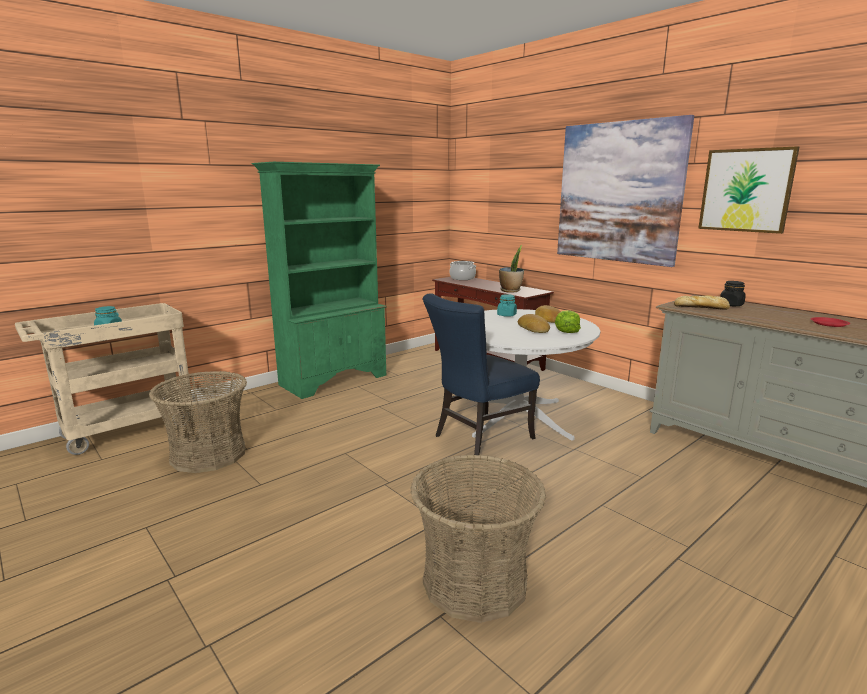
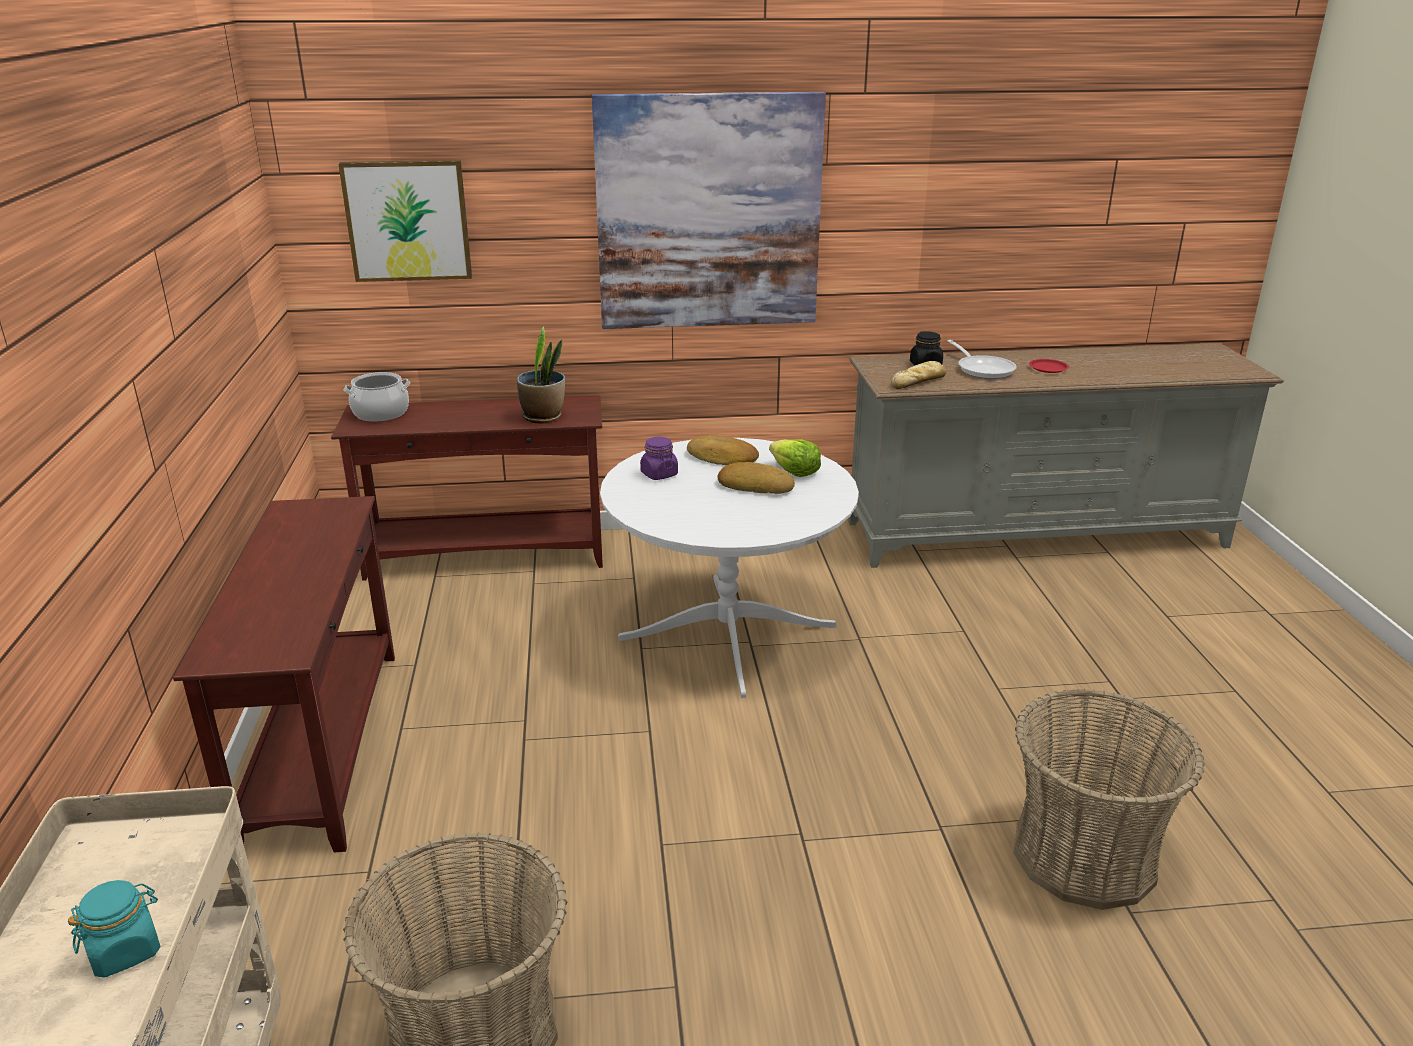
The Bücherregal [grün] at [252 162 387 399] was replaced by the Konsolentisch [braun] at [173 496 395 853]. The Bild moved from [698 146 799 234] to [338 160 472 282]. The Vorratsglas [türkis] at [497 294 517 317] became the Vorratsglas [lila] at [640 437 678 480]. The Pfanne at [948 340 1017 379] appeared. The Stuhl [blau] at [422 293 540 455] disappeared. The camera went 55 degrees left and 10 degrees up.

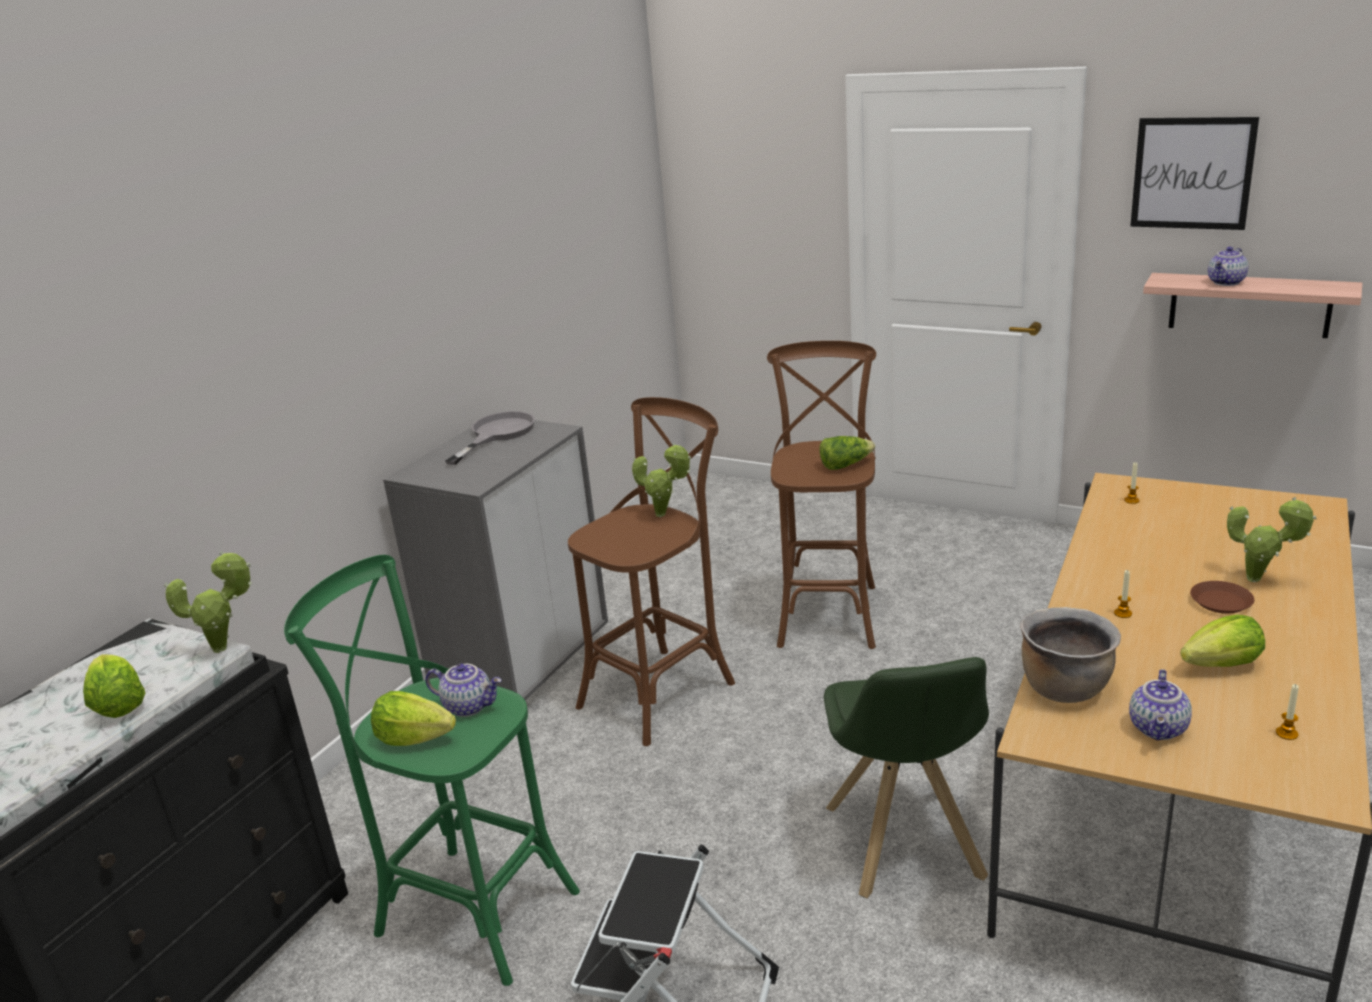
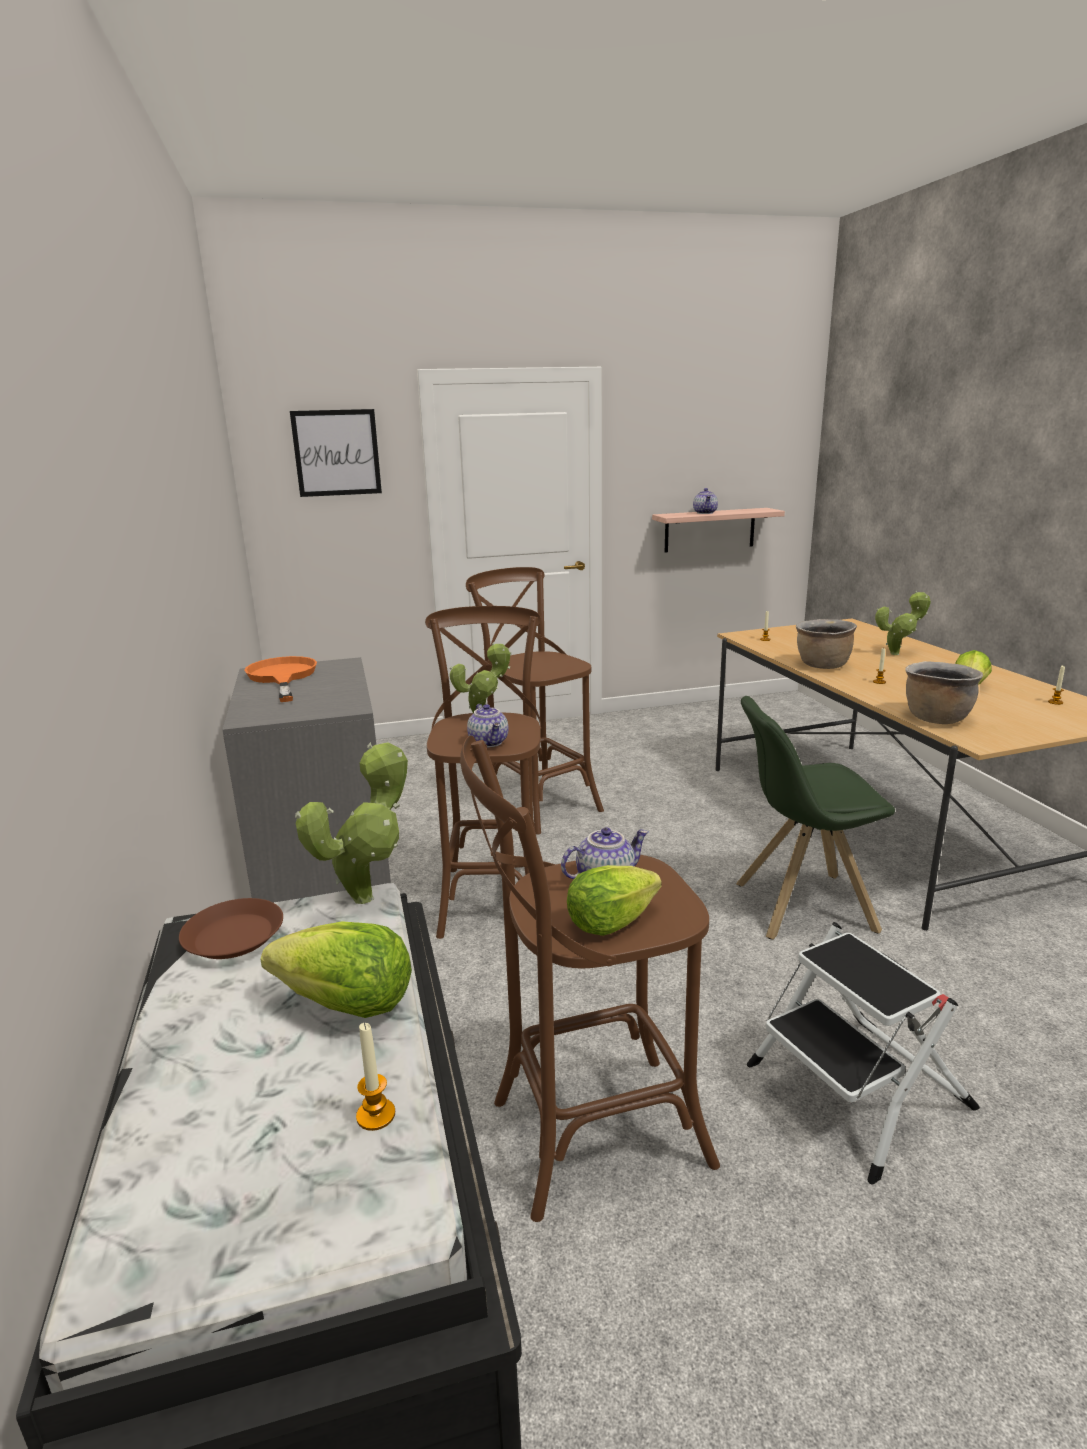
The Teller [braun] moved from [1190 581 1254 614] to [179 898 283 959]. The Pfanne [grau] at [445 411 535 465] became the Pfanne [orange] at [245 656 317 702]. The Bild moved from [1130 117 1259 230] to [290 409 382 497]. The Kerze at [356 1023 395 1131] appeared. The Hocker [grün] at [284 555 580 986] became the Hocker [braun] at [460 736 720 1222]. The Teekanne moved from [1129 669 1192 740] to [467 704 509 748]. The Stuhl [grün] at [824 657 989 898] turned 135 degrees clockwise. The Kochtopf [braun] at [796 619 857 669] appeared. The Salatkopf at [819 436 875 470] disappeared. The camera went 45 degrees left and 5 degrees down.

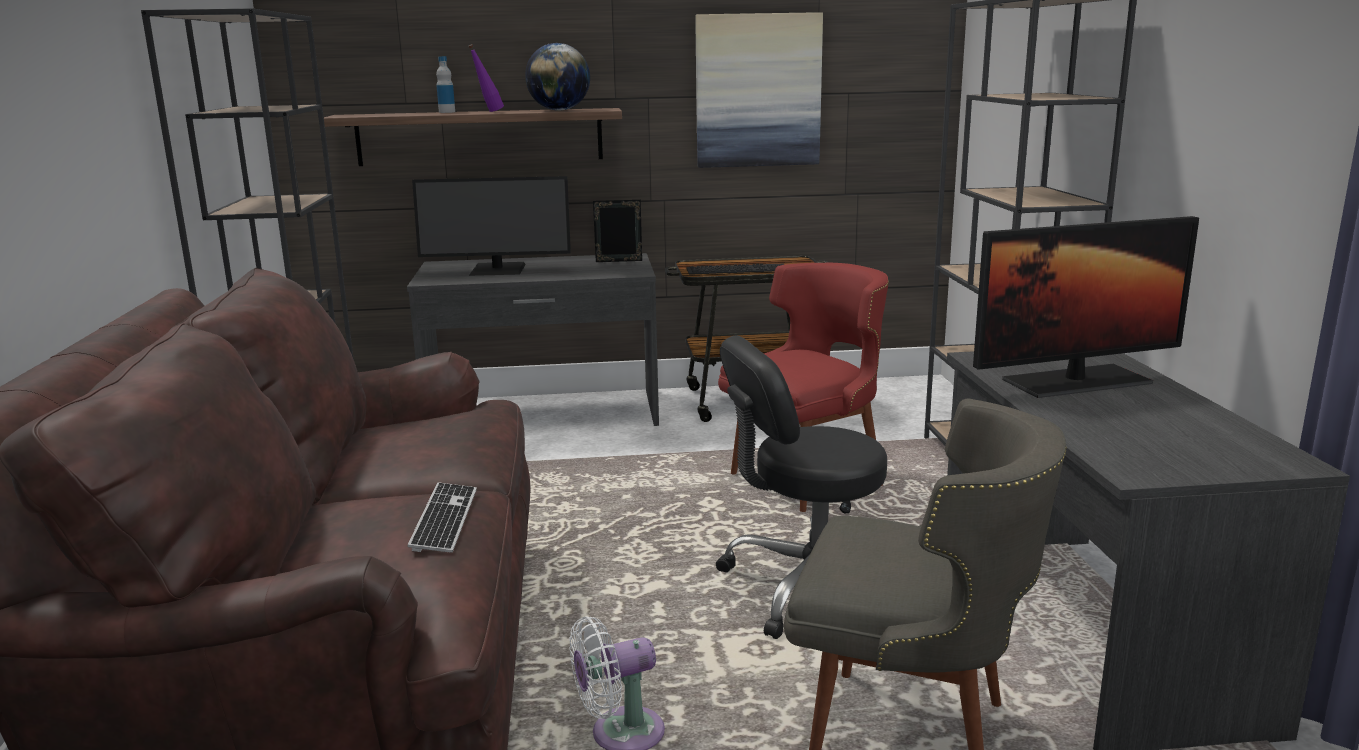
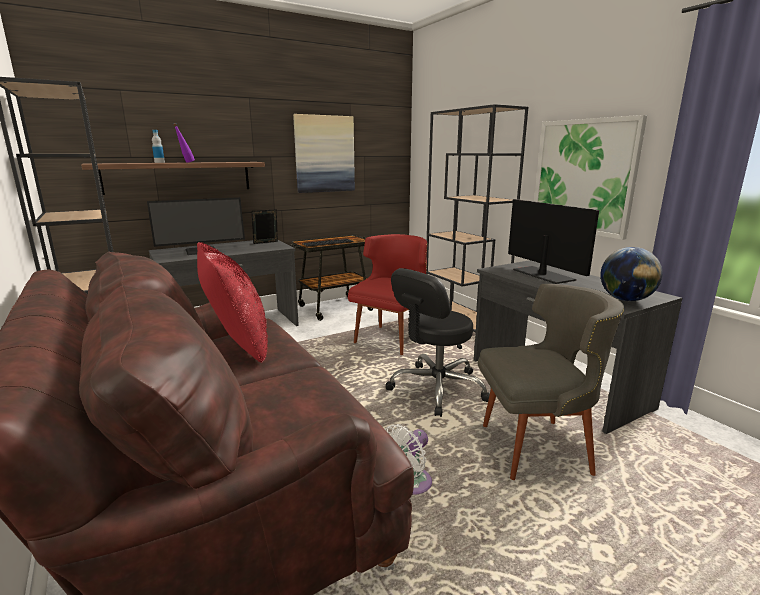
The Kissen [rot] at [197 242 268 363] appeared. The Monitor at [973 216 1199 398] turned 75 degrees counterclockwise. The Bild at [534 115 647 240] appeared. The Globus moved from [525 43 590 111] to [601 247 663 301]. The Tastatur at [408 482 477 553] disappeared. The camera went 25 degrees left and 0 degrees up.

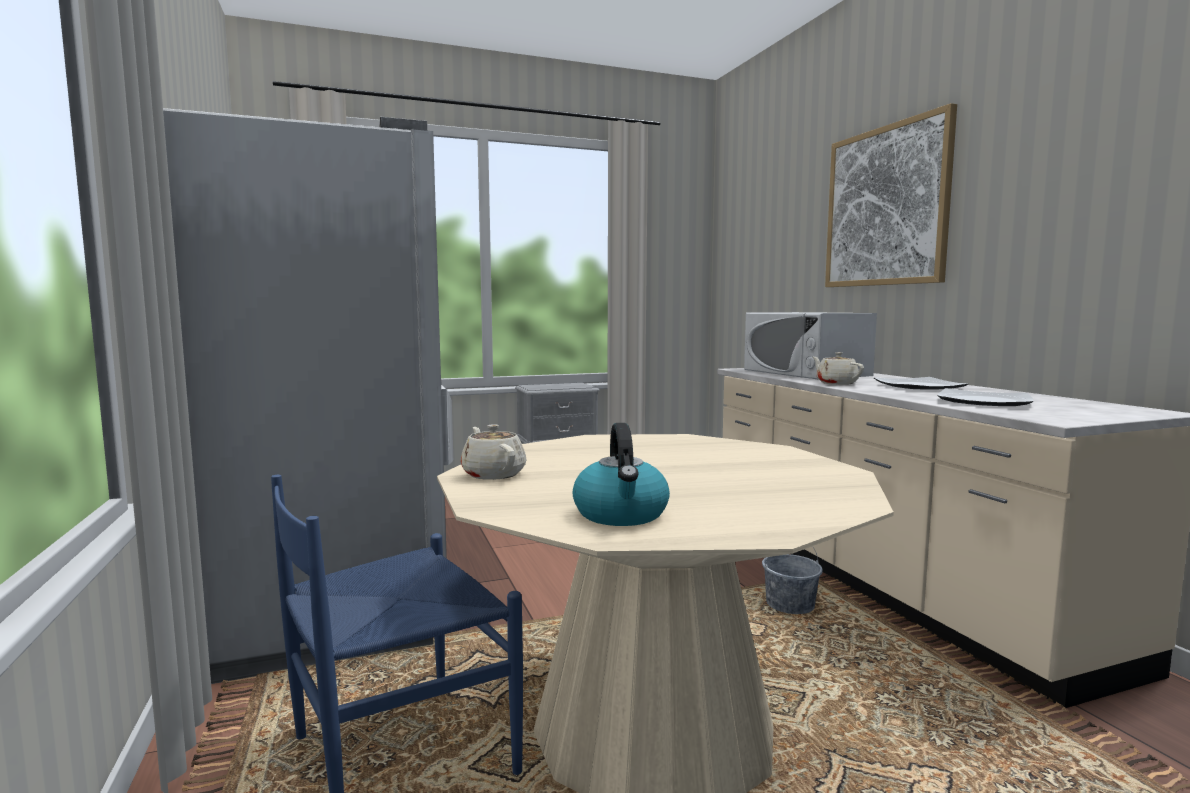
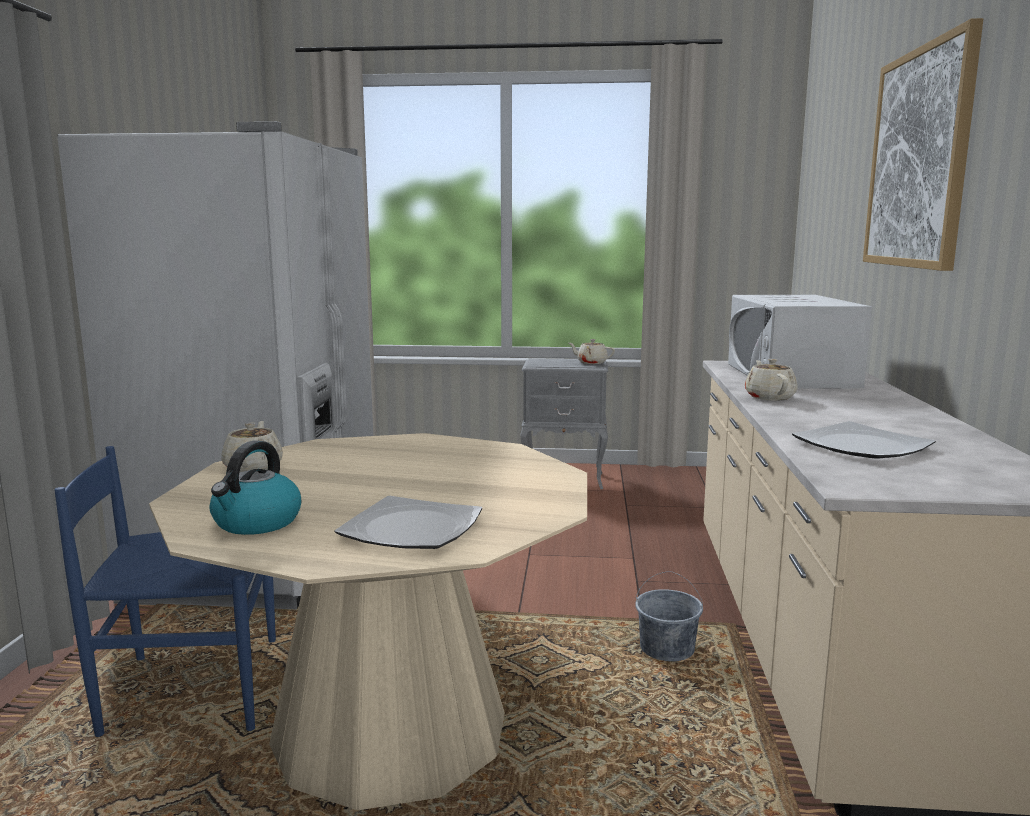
The Teller moved from [874 377 969 390] to [335 496 482 549]. The Teekanne [beige] at [569 339 615 364] appeared. The camera went 25 degrees right and 5 degrees up.

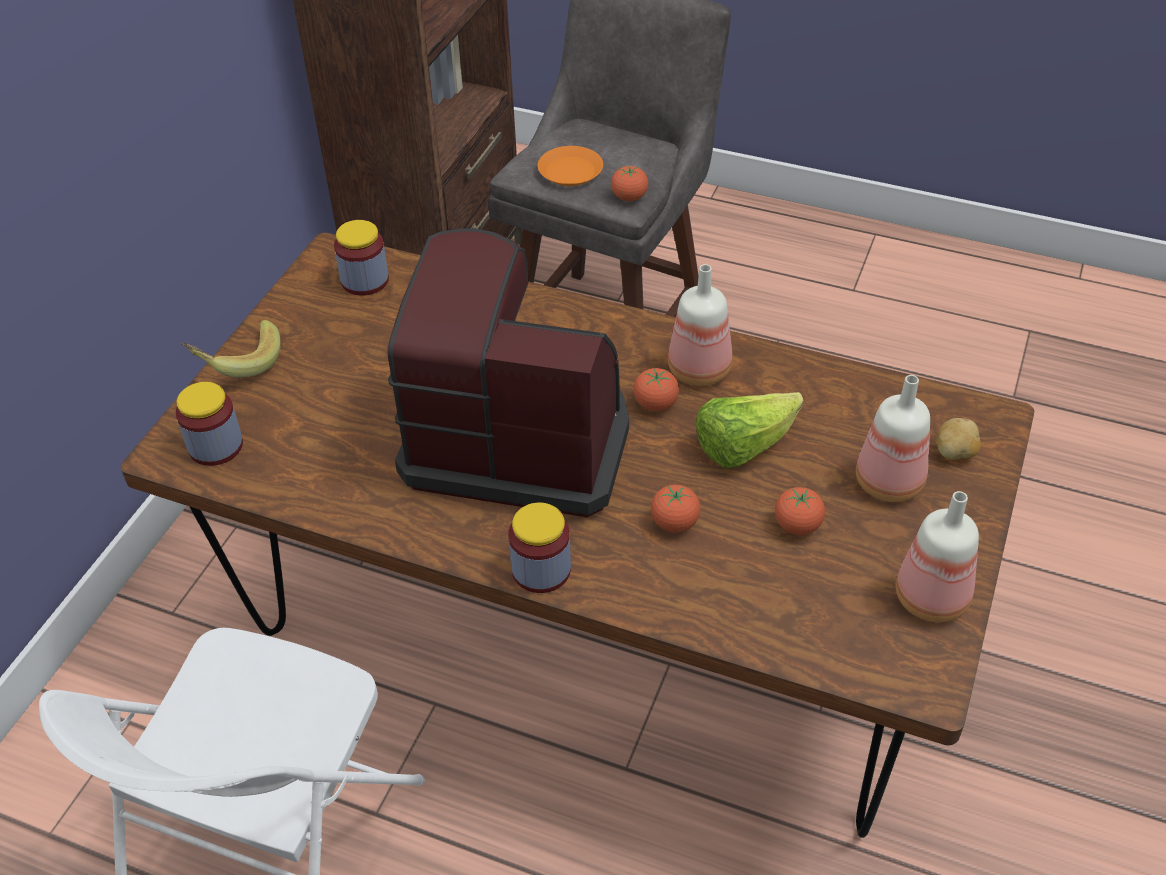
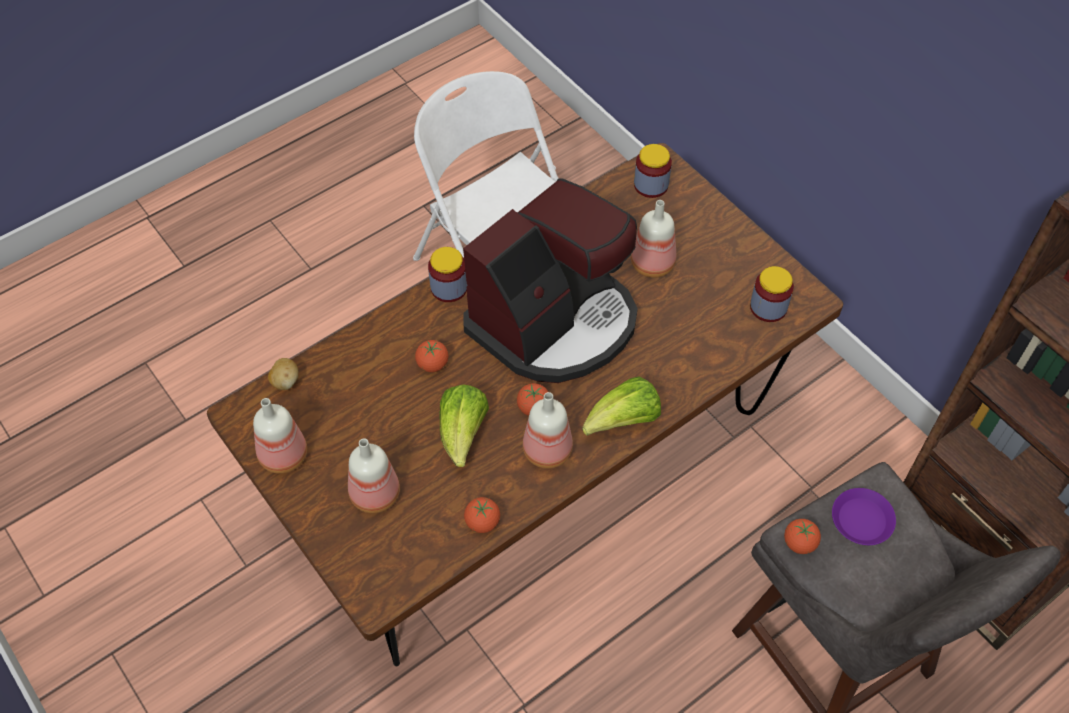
The Kartoffel moved from [936 418 981 460] to [268 358 299 390]. The Tomate moved from [775 487 825 535] to [464 497 500 533]. The Salatkopf at [582 376 661 436] appeared. The Flasche at [631 200 676 278] appeared. The Teller [orange] at [538 146 603 186] became the Teller [lila] at [832 488 896 545]. The Banane at [182 320 281 377] disappeared. The camera went 120 degrees right and 10 degrees up.

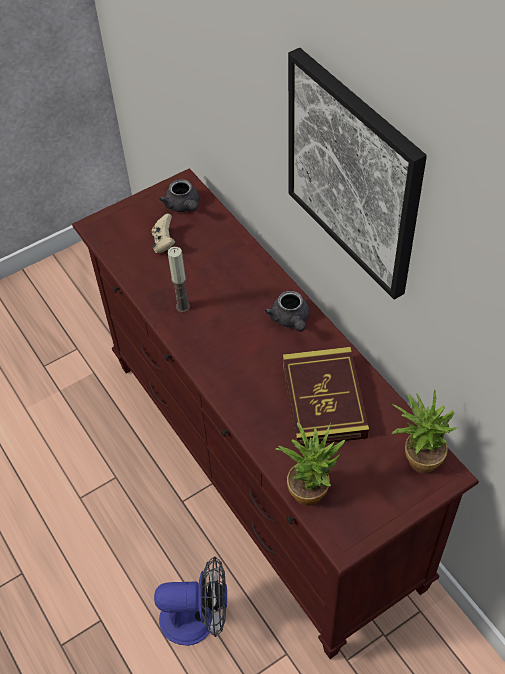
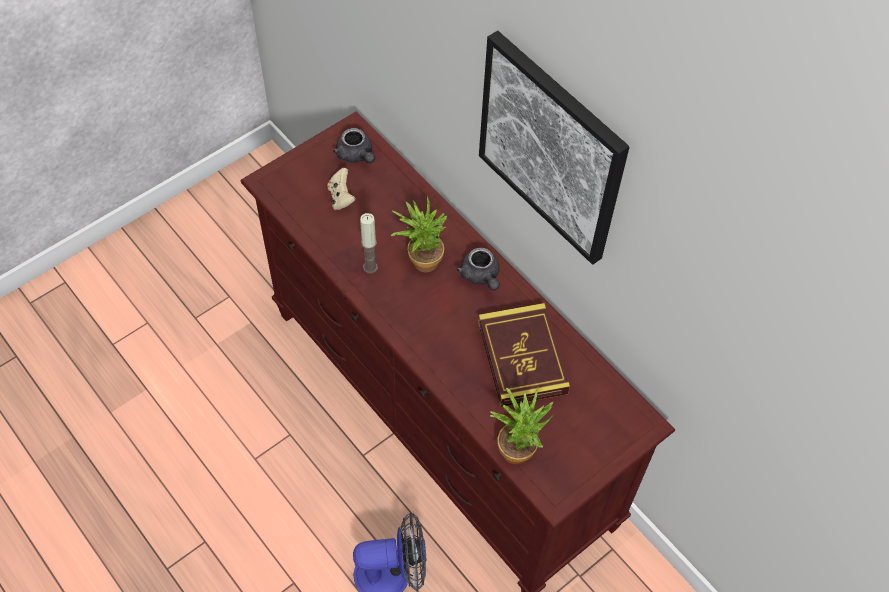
The Topfpflanze moved from [392 390 457 473] to [391 196 447 272]. The camera went 10 degrees left and 5 degrees up.

